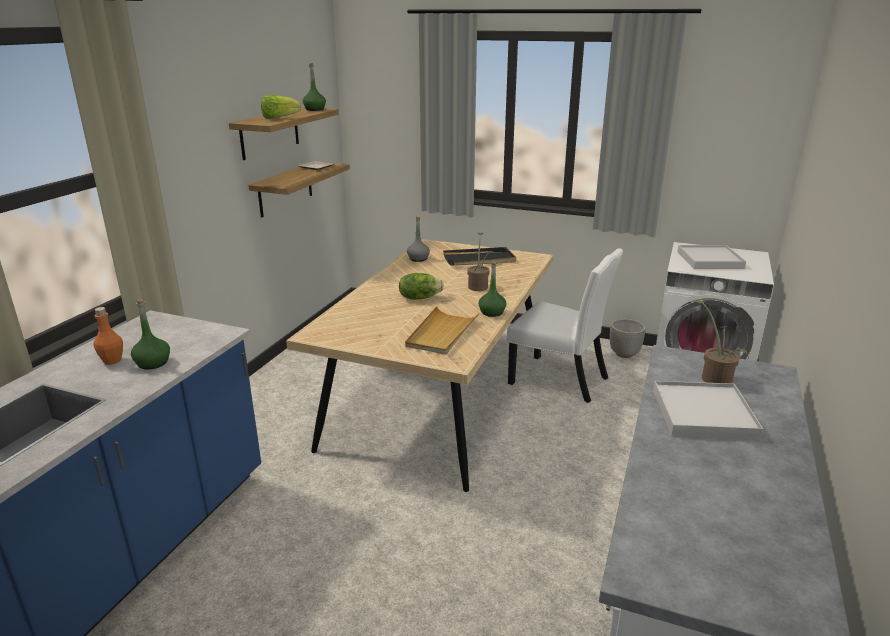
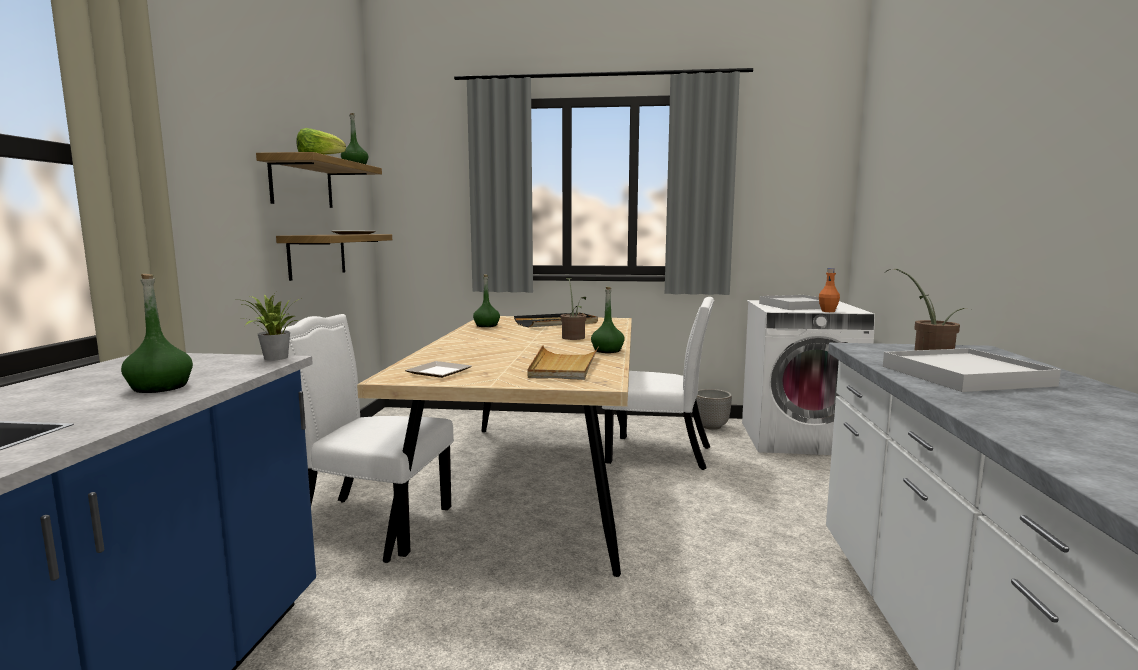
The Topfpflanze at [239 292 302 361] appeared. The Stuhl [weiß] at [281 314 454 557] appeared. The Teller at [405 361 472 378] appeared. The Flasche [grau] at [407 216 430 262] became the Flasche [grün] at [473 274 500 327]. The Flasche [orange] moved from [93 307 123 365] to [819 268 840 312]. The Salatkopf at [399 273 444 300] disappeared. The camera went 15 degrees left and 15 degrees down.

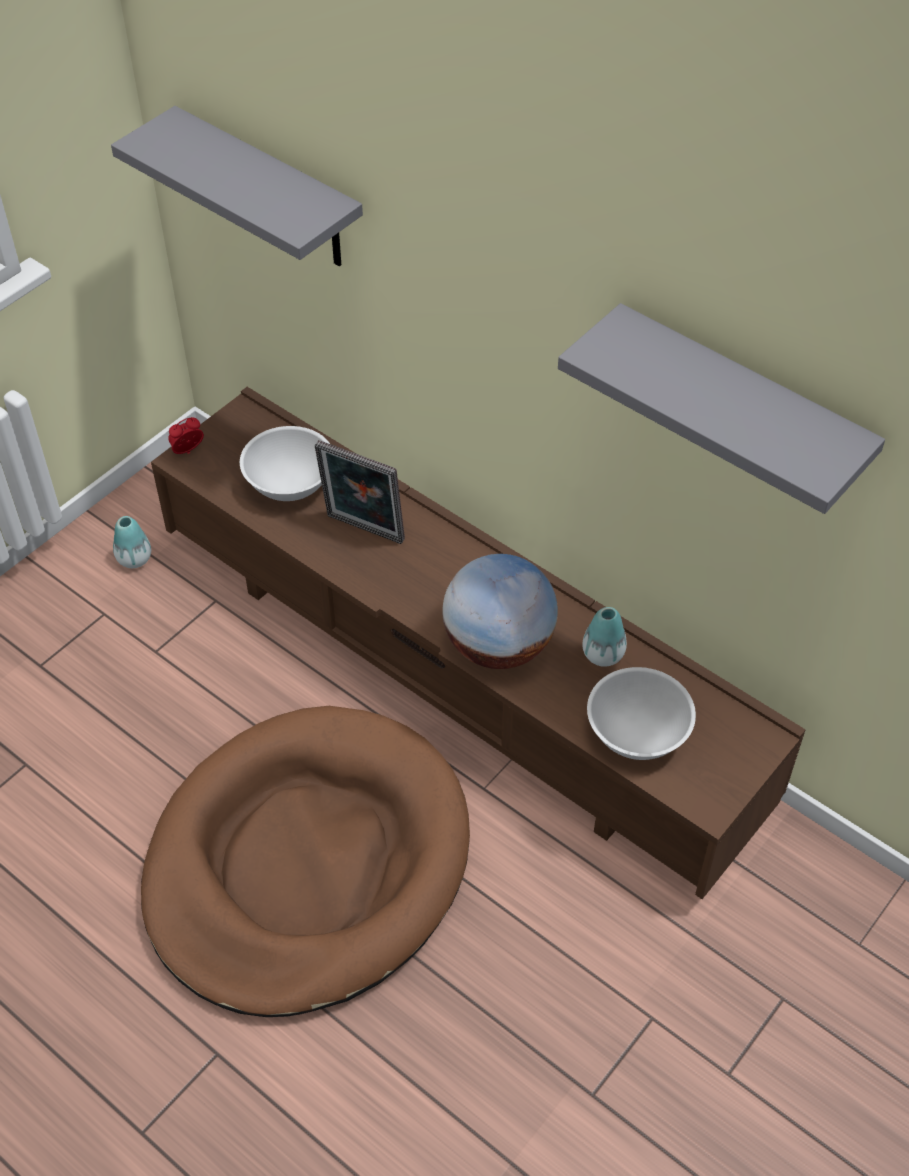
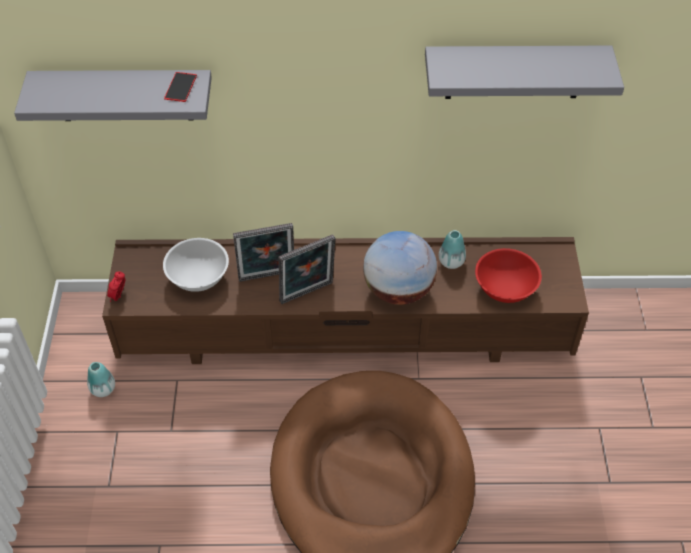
The Handy at [164 72 197 102] appeared. The Bilderrahmen at [279 235 336 304] appeared. The Schüssel [weiß] at [587 667 696 760] became the Schüssel [rot] at [475 248 542 303]. The camera went 40 degrees left and 0 degrees up.

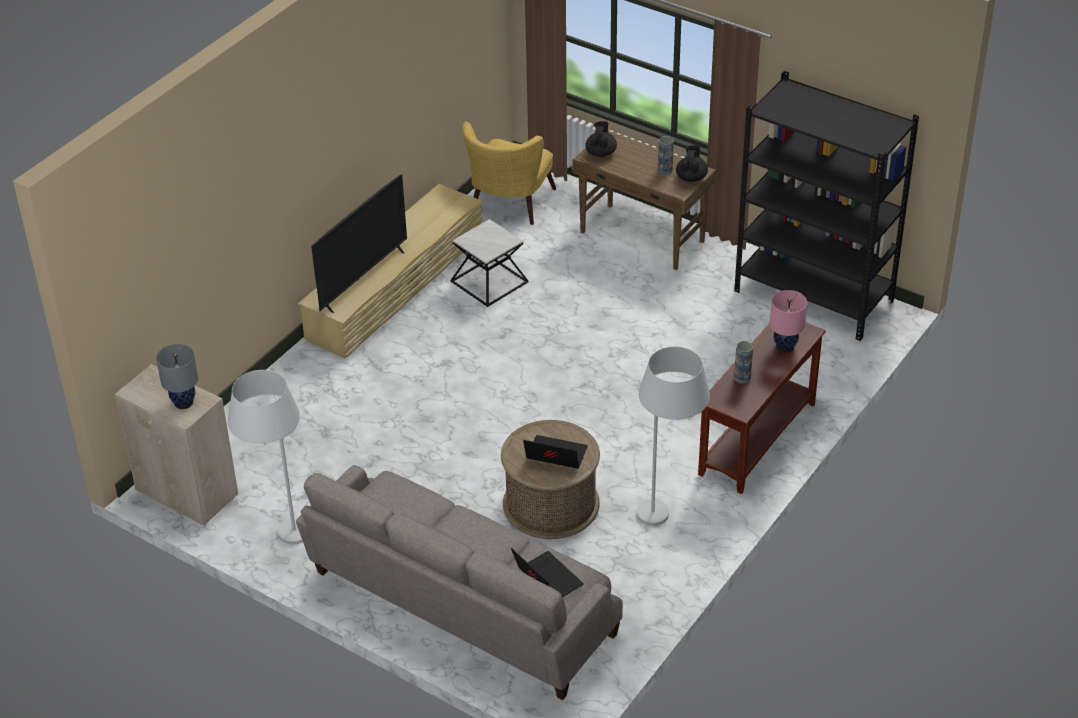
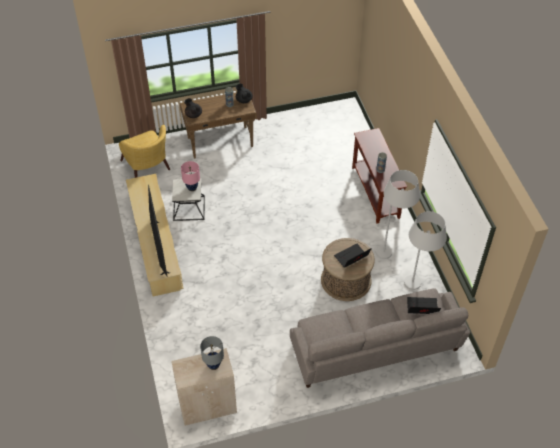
The Tischlampe [rosa] moved from [770 290 807 352] to [181 161 200 191]. The Stehlampe [weiß] moved from [228 370 303 544] to [404 211 447 290]. The Bücherregal [schwarz] at [734 71 919 341] disappeared. The camera went 50 degrees left and 10 degrees up.

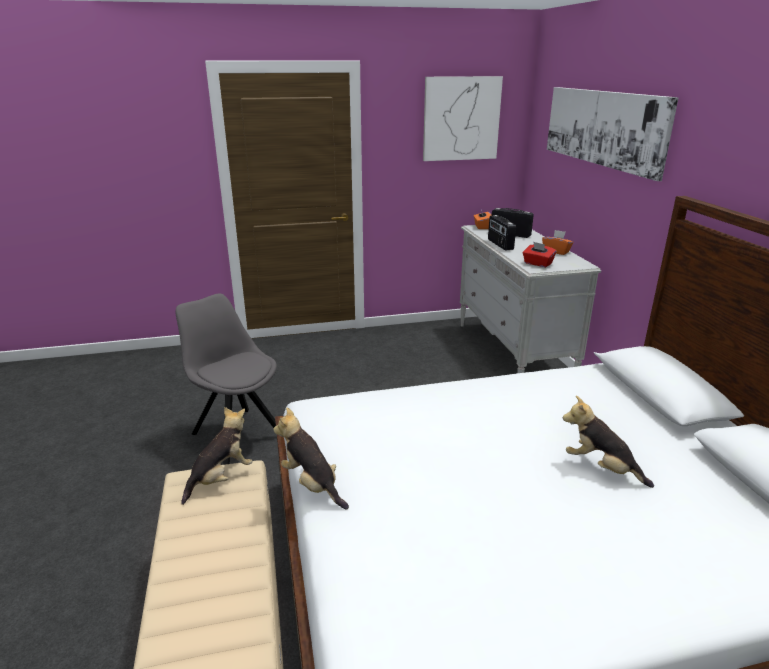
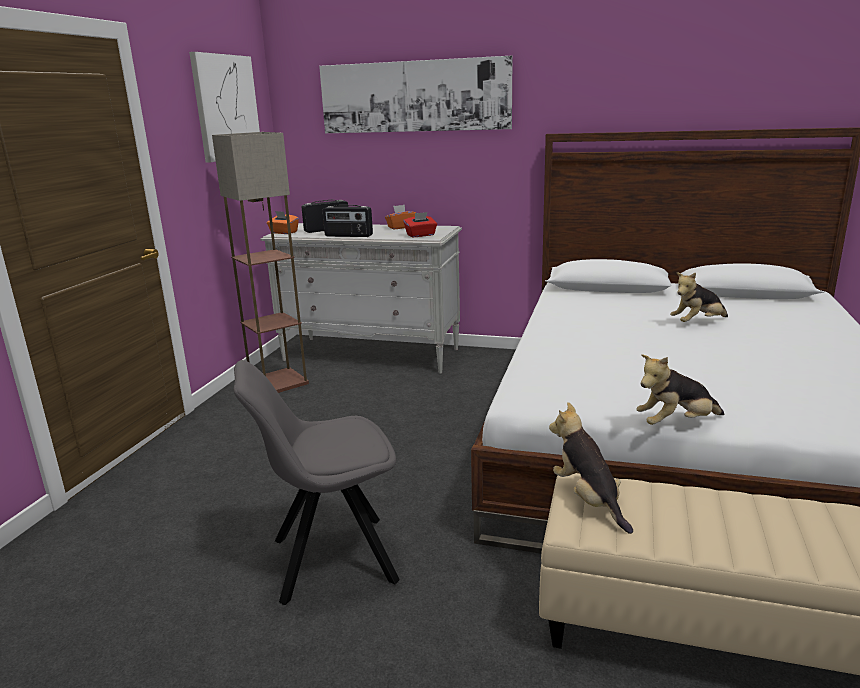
The Stehlampe at [212 132 309 393] appeared. The camera went 60 degrees left and 5 degrees down.

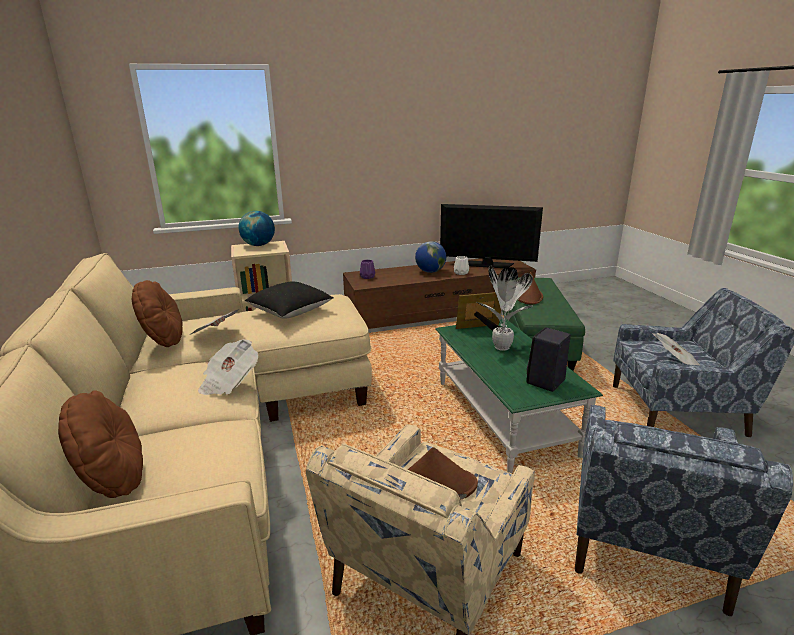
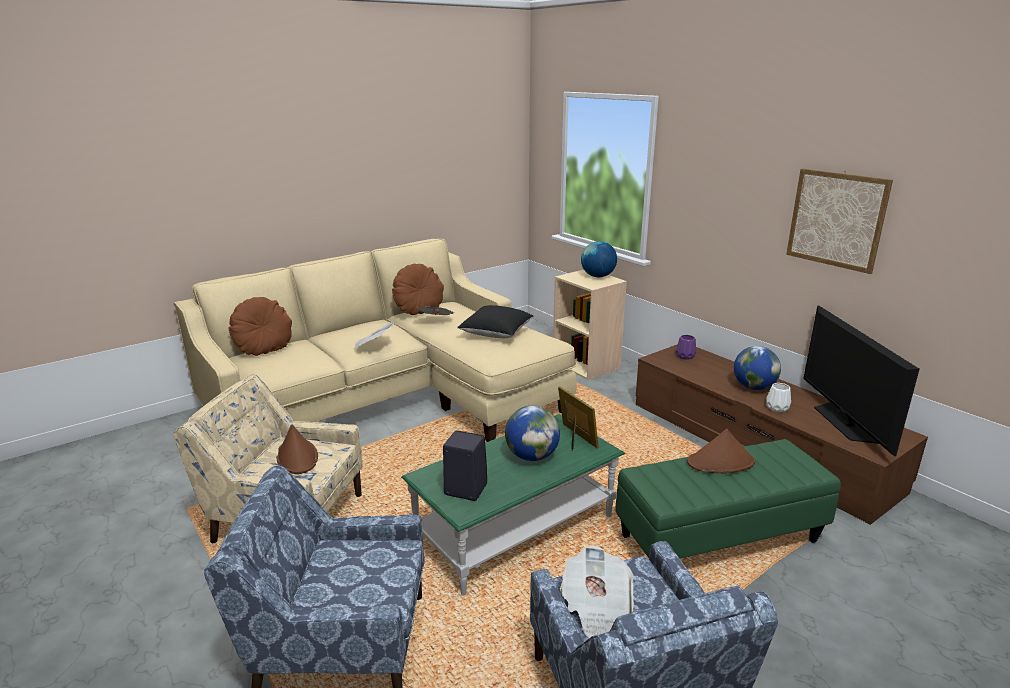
The Topfpflanze at [475 266 534 351] was replaced by the Globus at [505 406 560 461]. The Bild at [786 169 893 274] appeared. The camera went 70 degrees right and 0 degrees up.

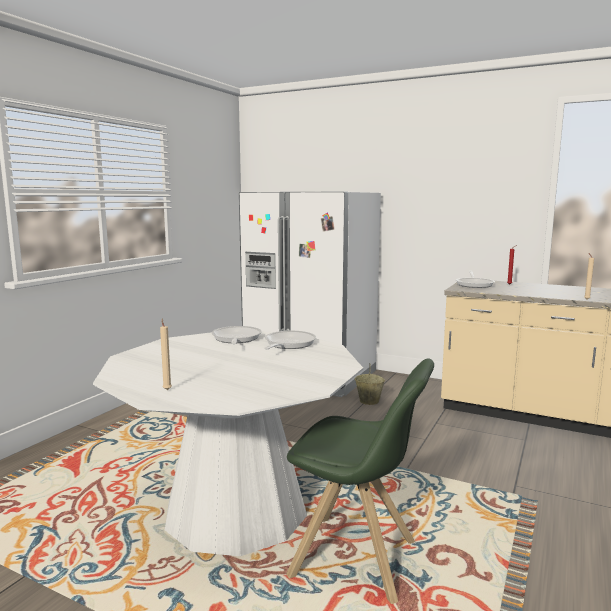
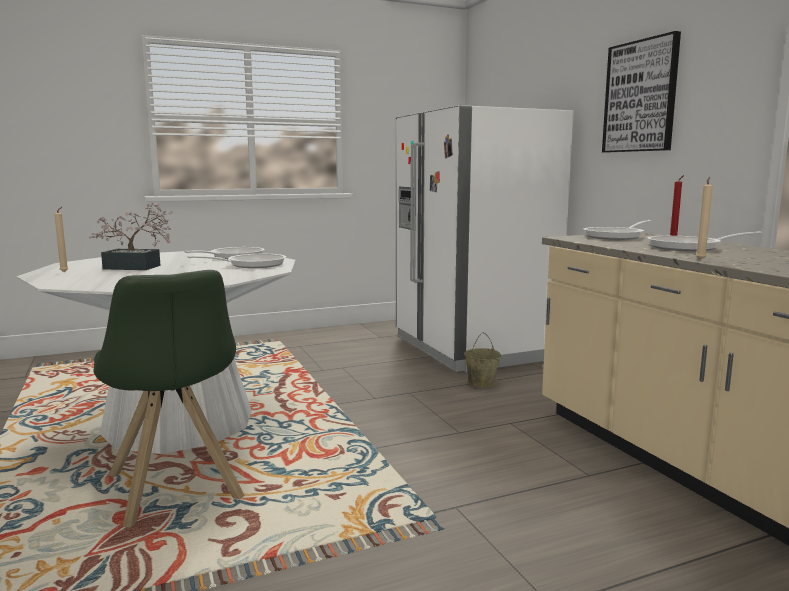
The Topfpflanze at [89 203 173 270] appeared. The Bild at [602 31 681 152] appeared. The Pfanne at [648 231 762 251] appeared. The camera went 40 degrees right and 0 degrees up.

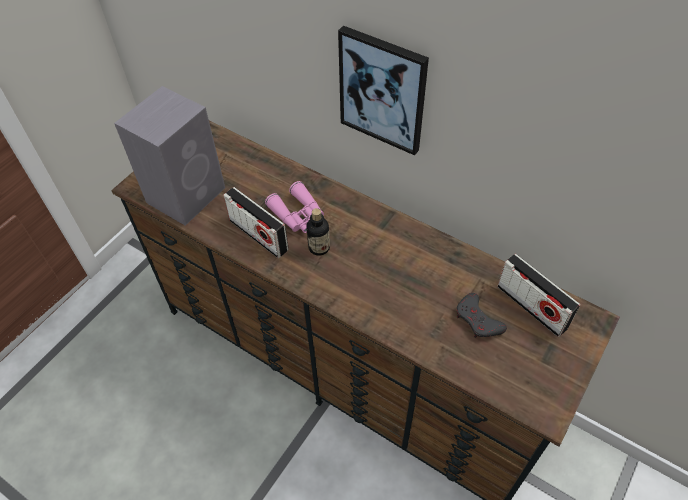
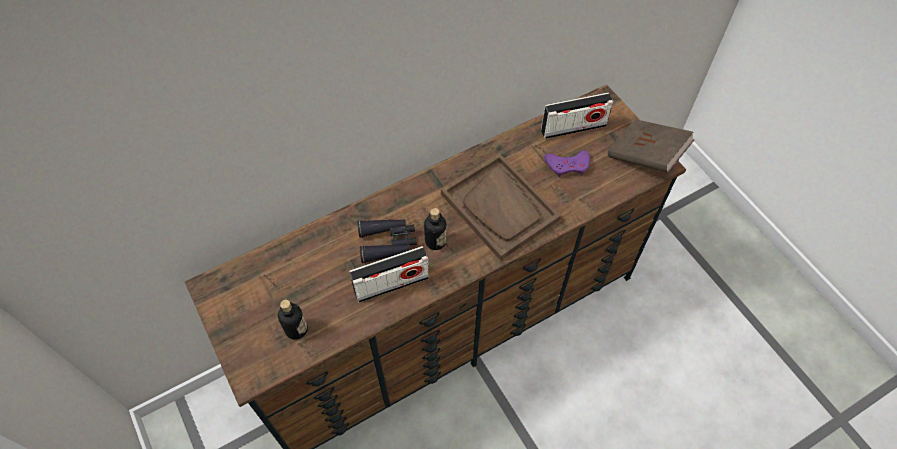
The Lautsprecher [grau] at [114 86 225 226] was replaced by the Flasche at [278 299 308 340]. The Fernglas [rosa] at [265 181 324 233] became the Fernglas [schwarz] at [357 219 417 263]. The Tablett [braun] at [441 153 561 261] appeared. The Gamepad [grau] at [456 293 507 338] became the Gamepad [lila] at [545 150 590 177]. The Buch [braun] at [608 119 695 173] appeared. The Bild at [338 26 429 155] disappeared. The camera went 65 degrees left and 5 degrees up.

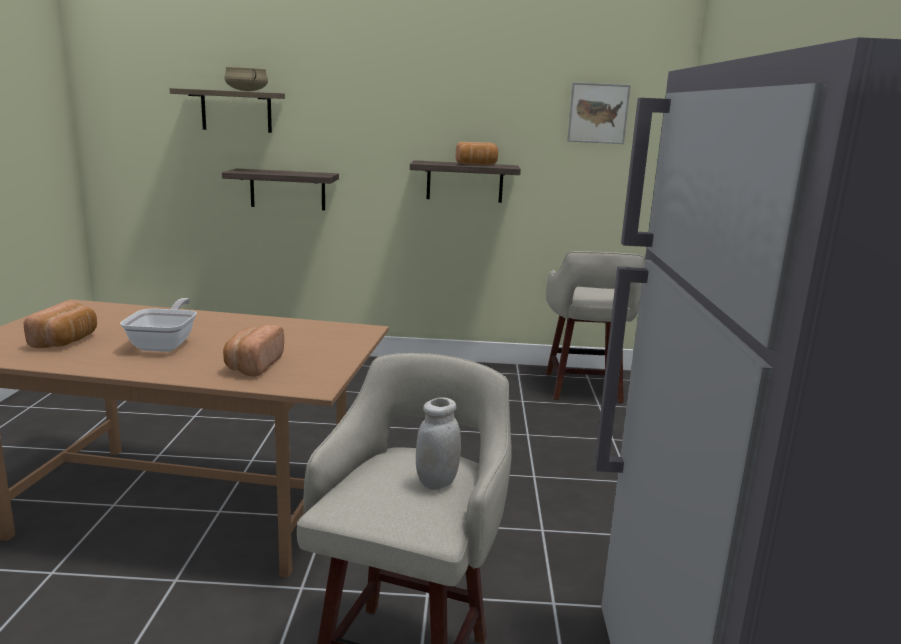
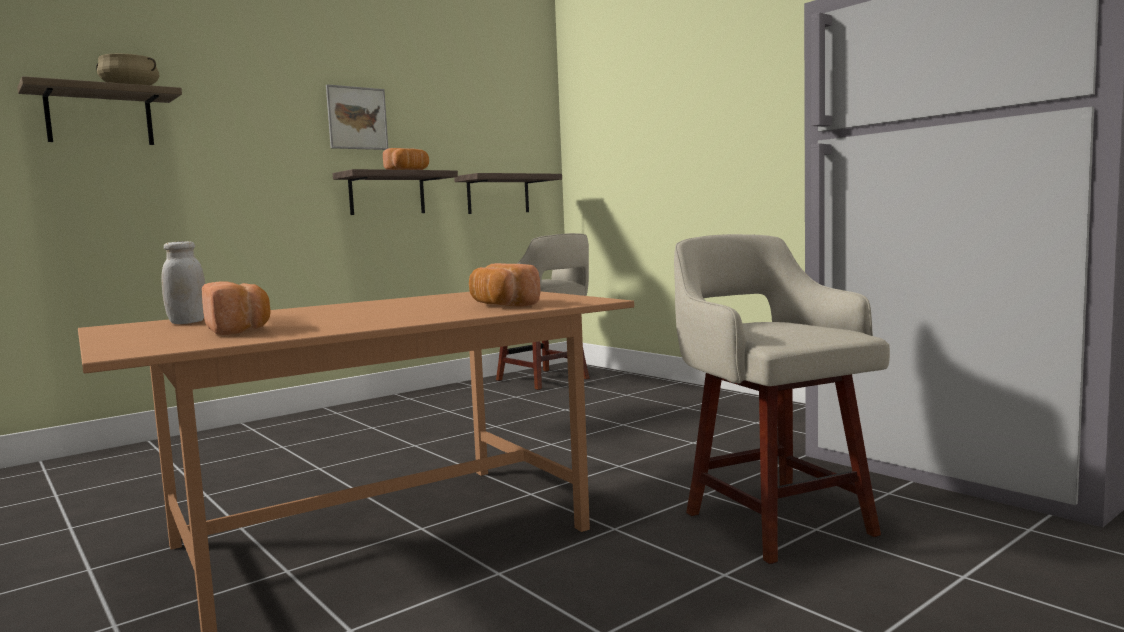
The Vorratsglas [weiß] moved from [416 397 461 490] to [161 241 205 324]. The Bild moved from [567 82 631 144] to [326 84 388 150]. The Wandregal moved from [222 169 339 210] to [454 173 562 214]. The Pfanne at [120 298 197 352] disappeared. The camera went 40 degrees left and 10 degrees down.

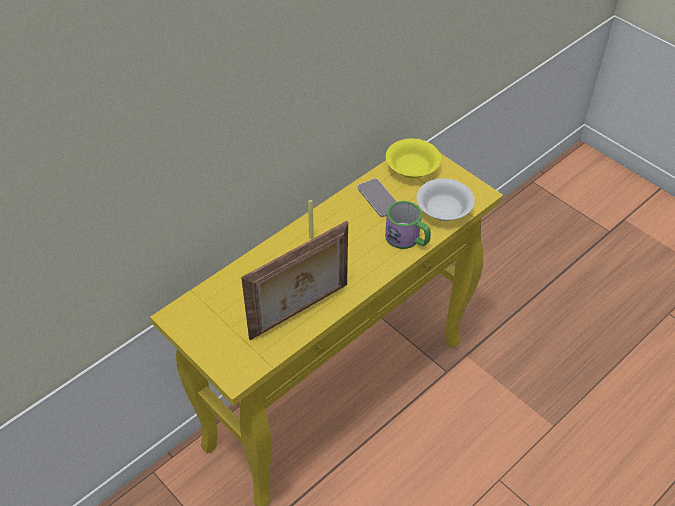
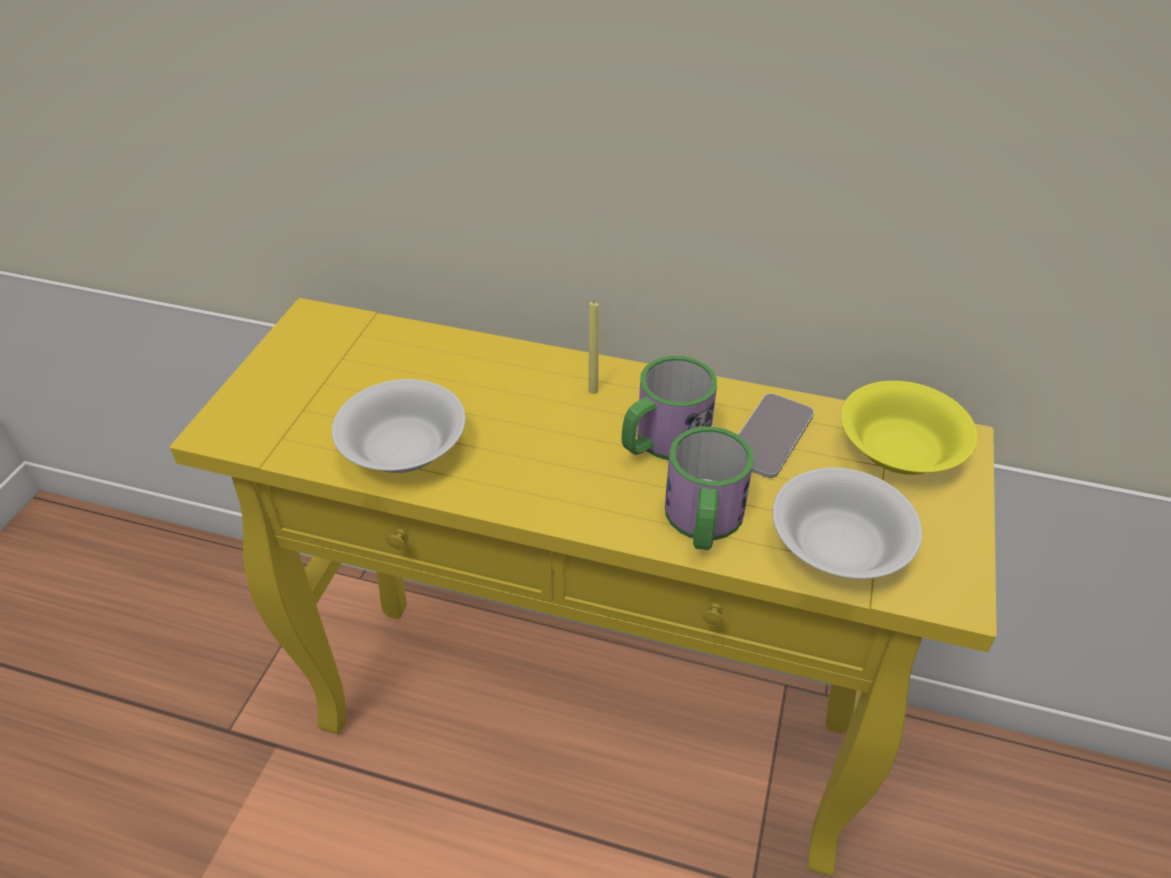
The Bilderrahmen at [241 221 348 340] was replaced by the Schüssel [weiß] at [332 379 465 473]. The Henkelbecher at [622 356 717 460] appeared. The camera went 60 degrees right and 5 degrees down.

